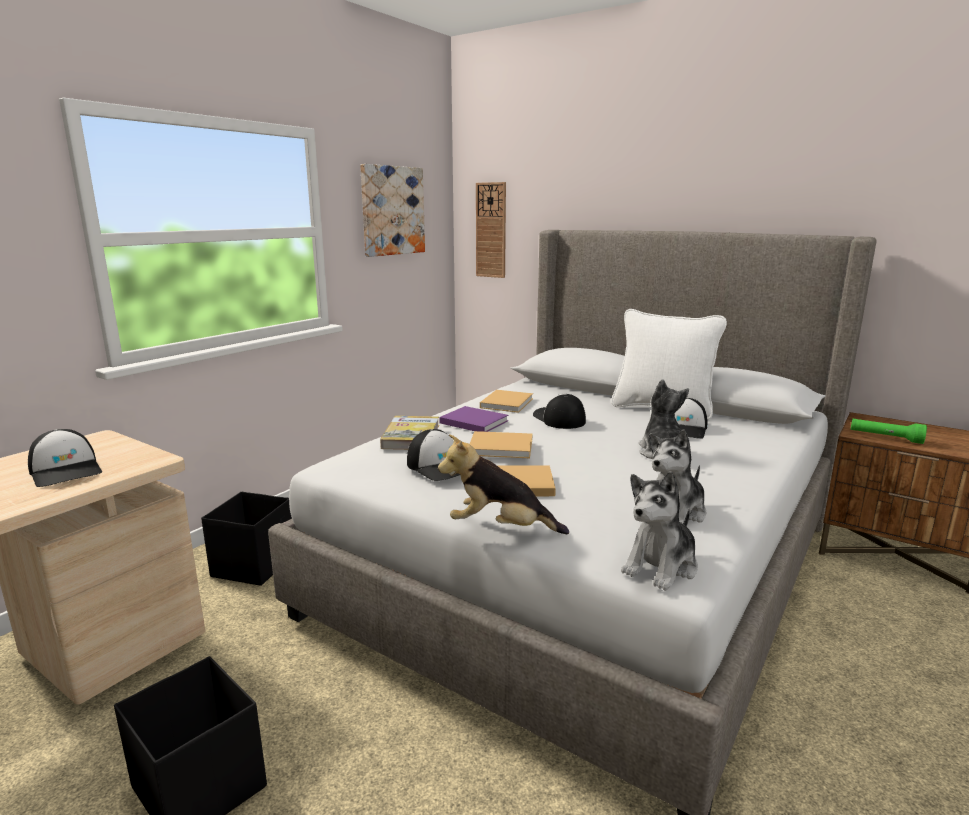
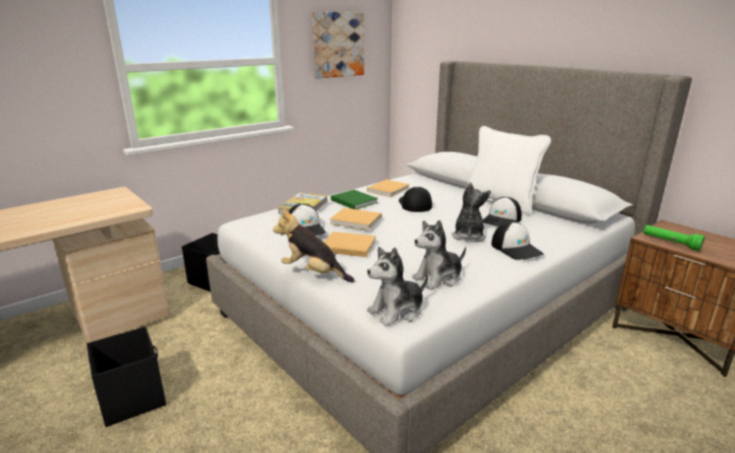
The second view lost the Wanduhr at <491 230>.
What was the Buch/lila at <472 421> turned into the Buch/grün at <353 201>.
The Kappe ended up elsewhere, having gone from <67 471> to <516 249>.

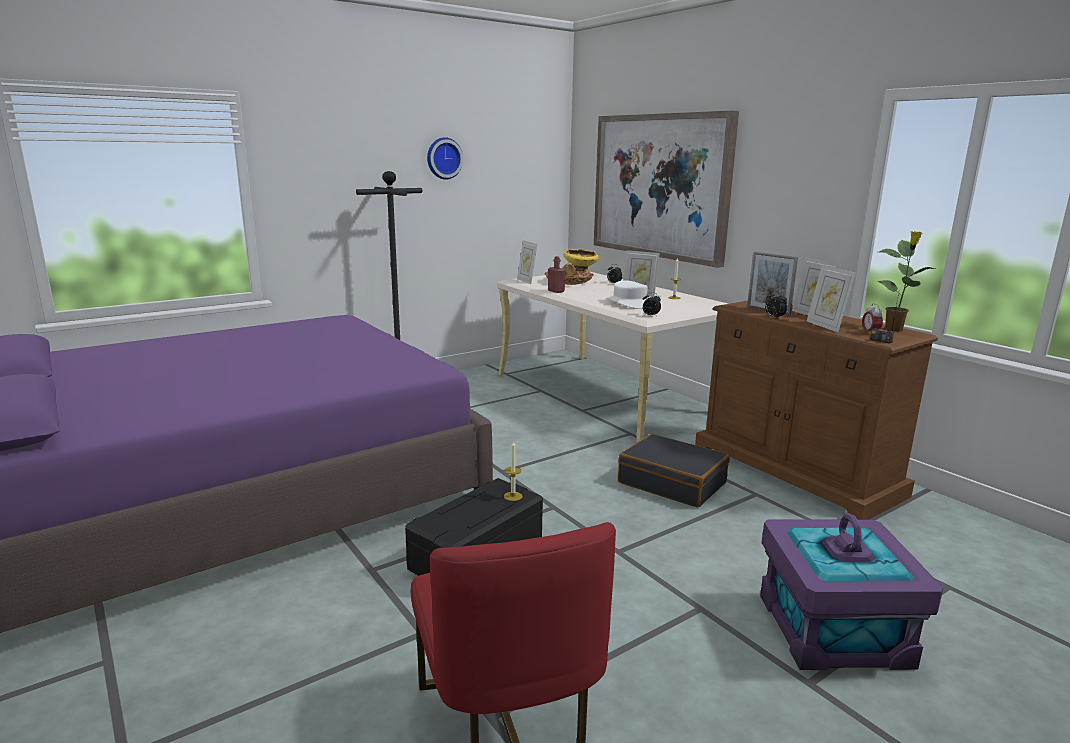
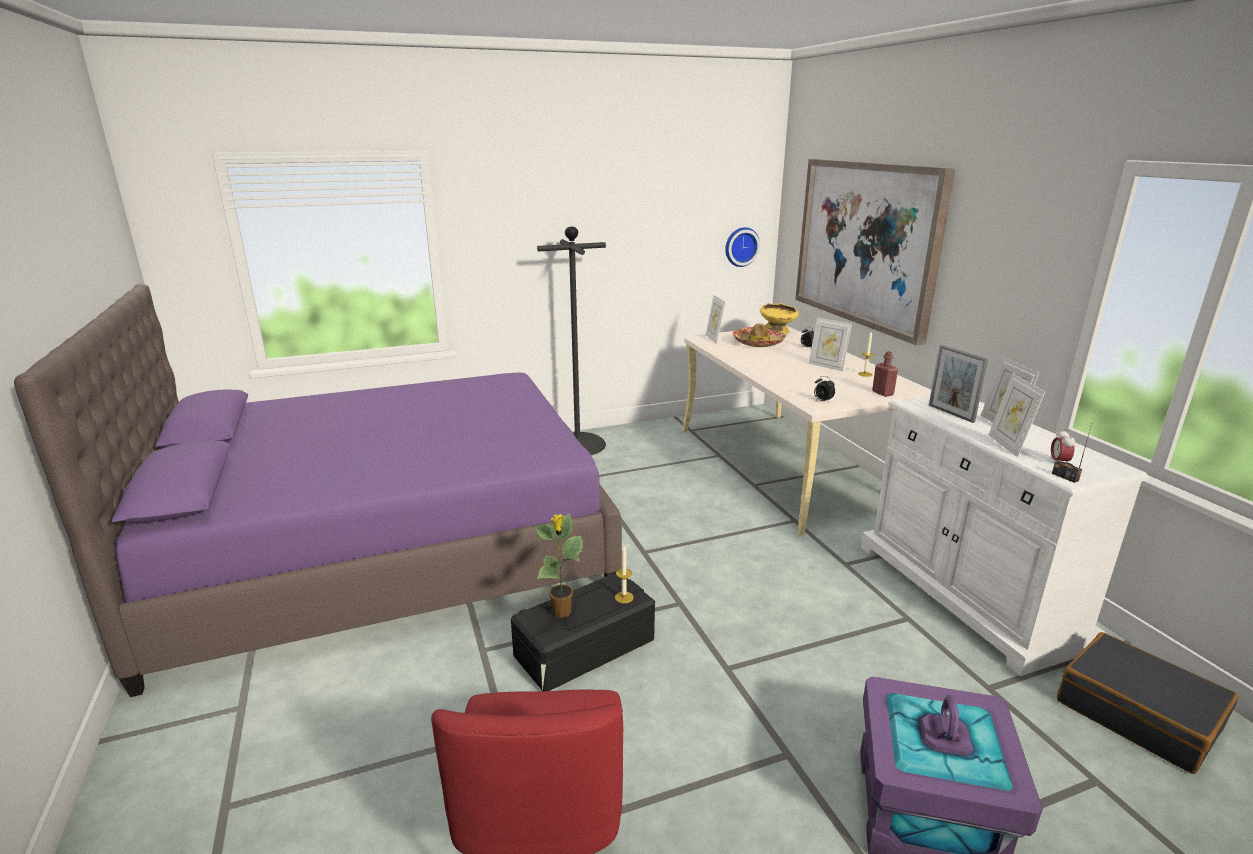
The Wanduhr ended up elsewhere, having gone from <443 158> to <741 246>.
The Topfpflanze ended up elsewhere, having gone from <894 330> to <562 612>.
The Flasche/rot ended up elsewhere, having gone from <556 291> to <882 393>.
The second view lost the Hut/weiß at <629 303>.
The second view lost the Wecker at <774 317>.
What was the Kommode/braun at <797 470> turned into the Kommode/weiß at <970 593>.
The Koffer/schwarz ended up elsewhere, having gone from <672 483> to <1138 714>.

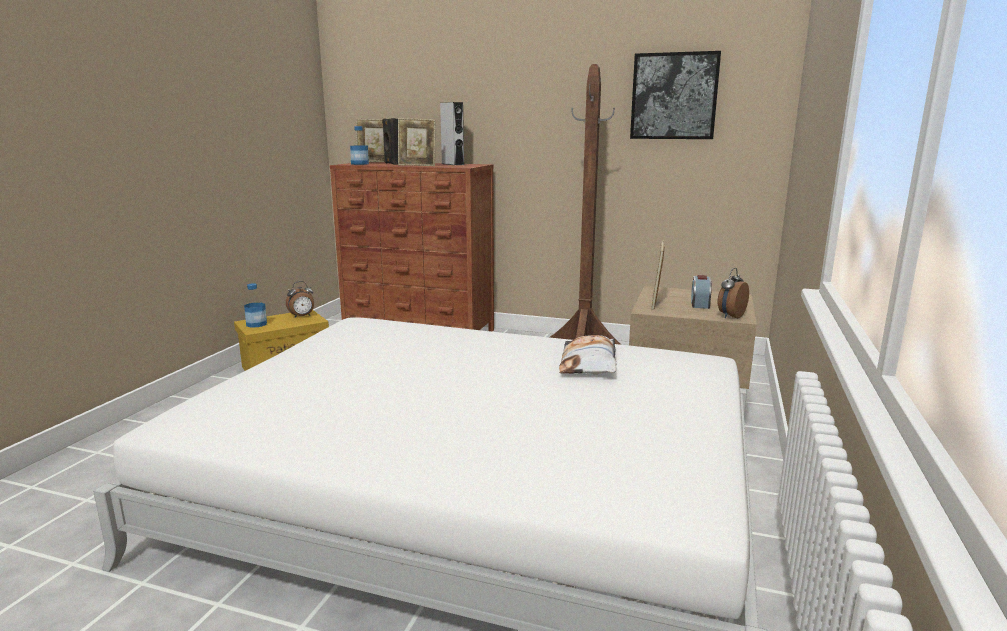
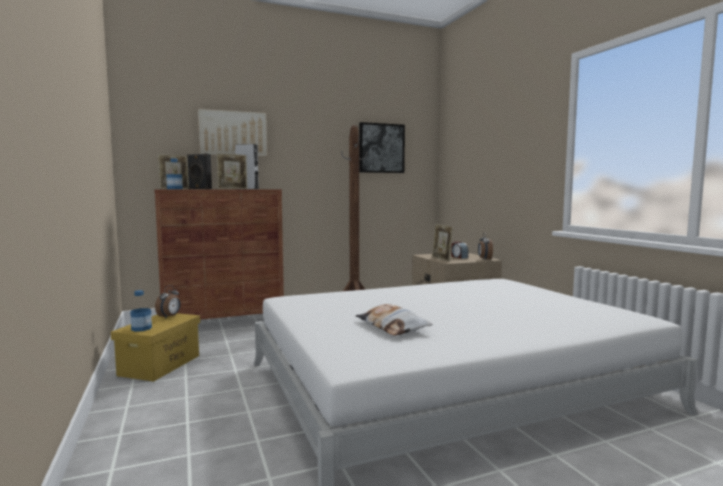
The Kissen ended up elsewhere, having gone from <589 363> to <392 326>.
The second view gained the Bild at <233 133>.

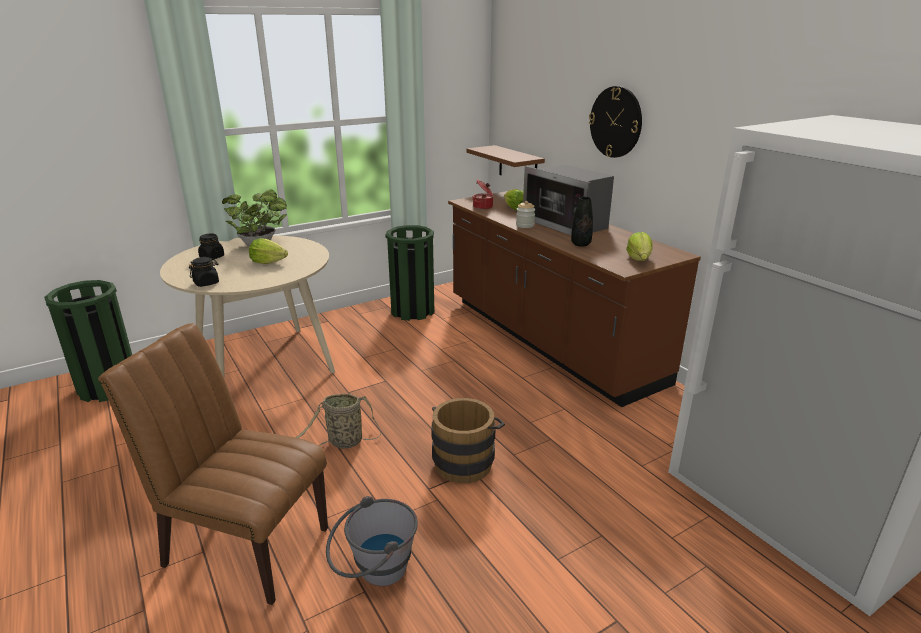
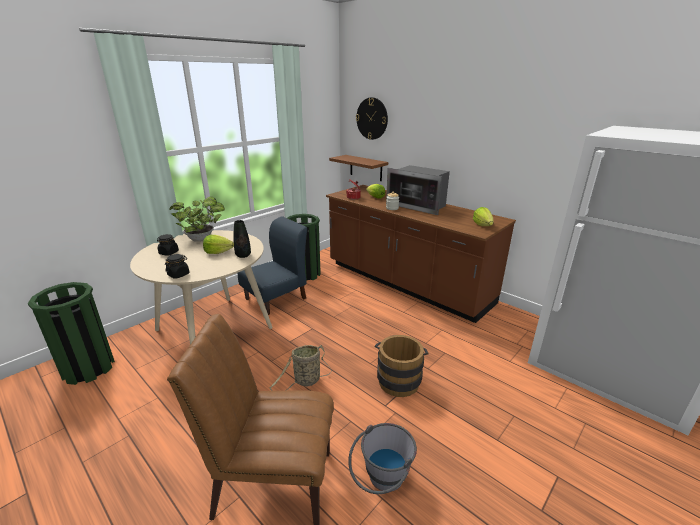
The Wanduhr ended up elsewhere, having gone from <615 122> to <372 118>.
The Vase/schwarz ended up elsewhere, having gone from <580 244> to <243 255>.
The second view gained the Stuhl/blau at <276 298>.

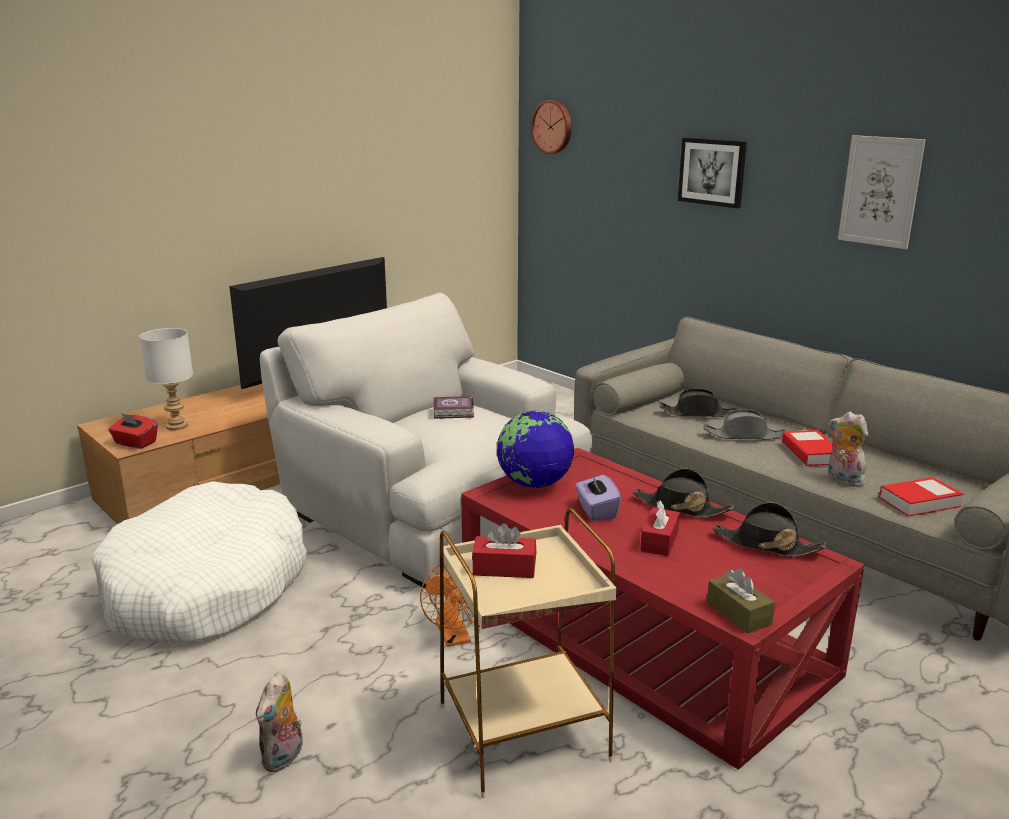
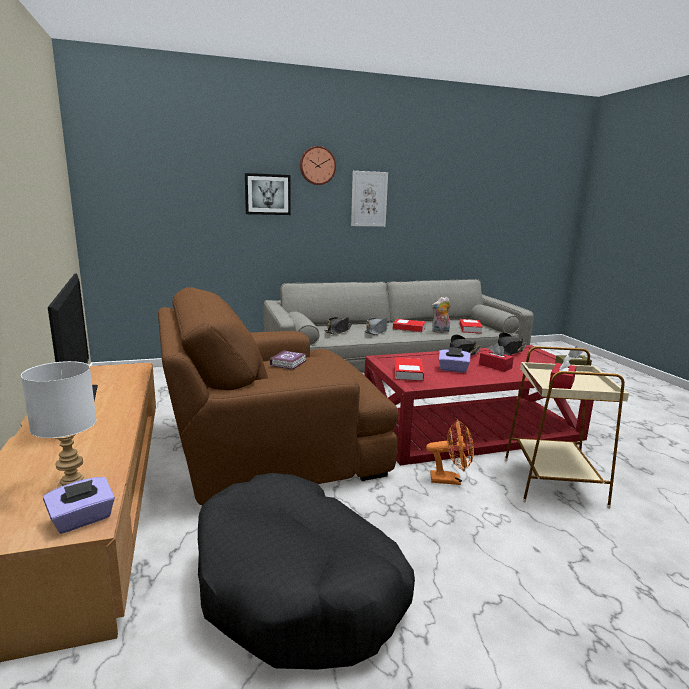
The Wanduhr ended up elsewhere, having gone from <553 127> to <317 165>.
What was the Sessel/weiß at <430 507> turned into the Sessel/braun at <270 449>.
Where the Globus stood at <534 484>, the Buch came to stand at <408 373>.
What was the Taschentuchbox/rot at <135 443> turned into the Taschentuchbox/lila at <82 519>.
What was the Hundebett/weiß at <206 587> turned into the Hundebett/schwarz at <298 585>.
The second view lost the Plüschtier at <284 758>.

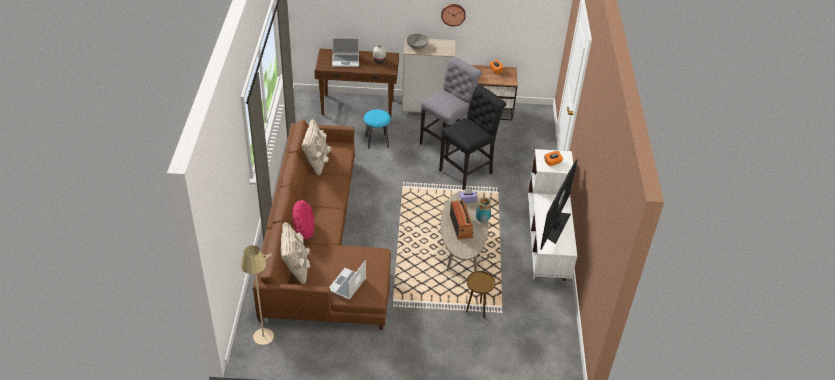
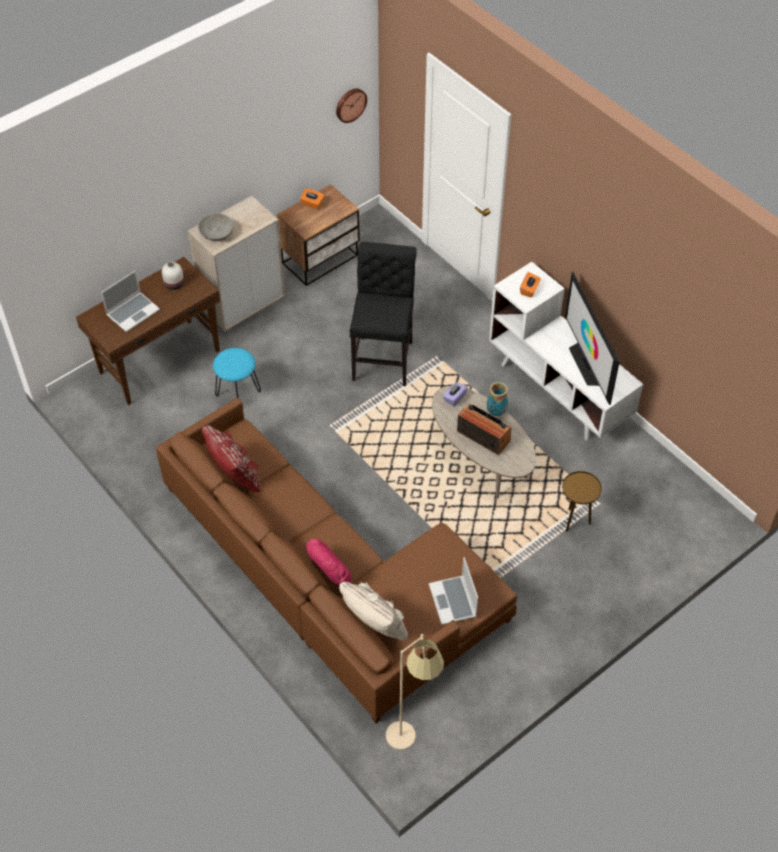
The Wanduhr ended up elsewhere, having gone from <453 14> to <350 104>.
The second view lost the Hocker/grau at <447 141>.
What was the Kissen/beige at <317 162> turned into the Kissen/rot at <236 475>.

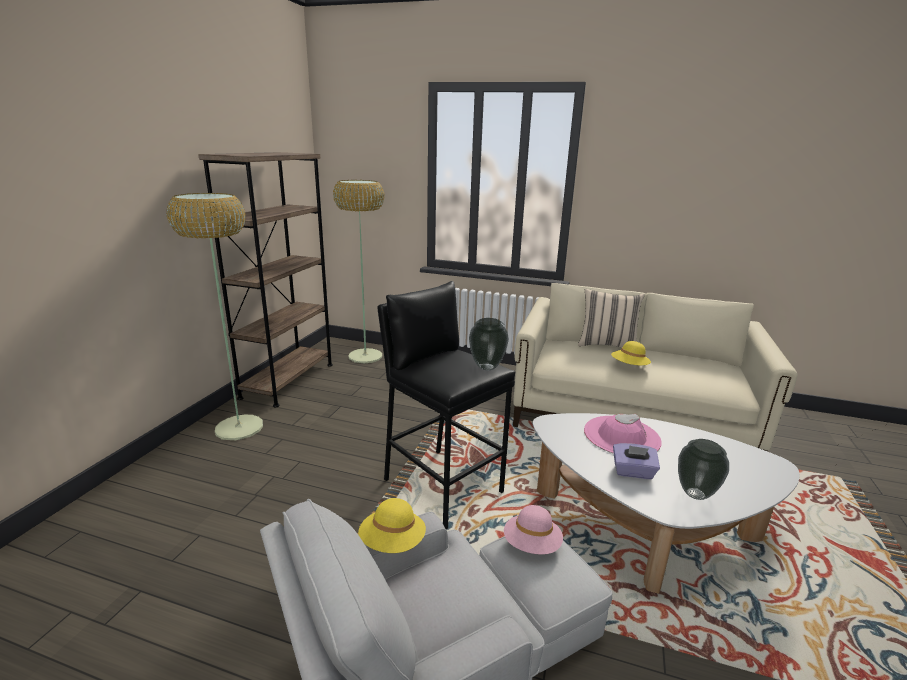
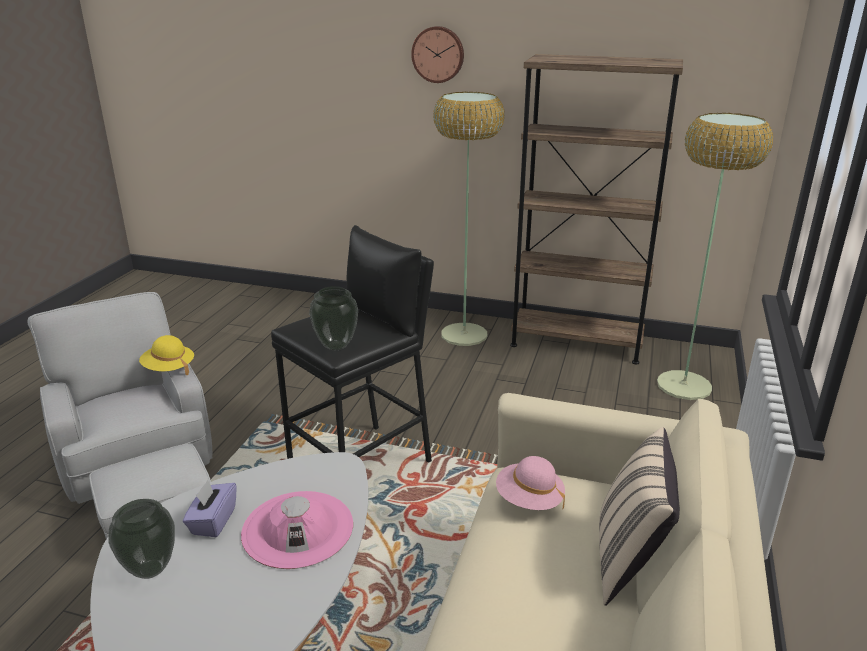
The second view lost the Hut/gelb at <629 366>.
The Hut/rosa ended up elsewhere, having gone from <532 545> to <529 500>.
The second view gained the Wanduhr at <438 54>.

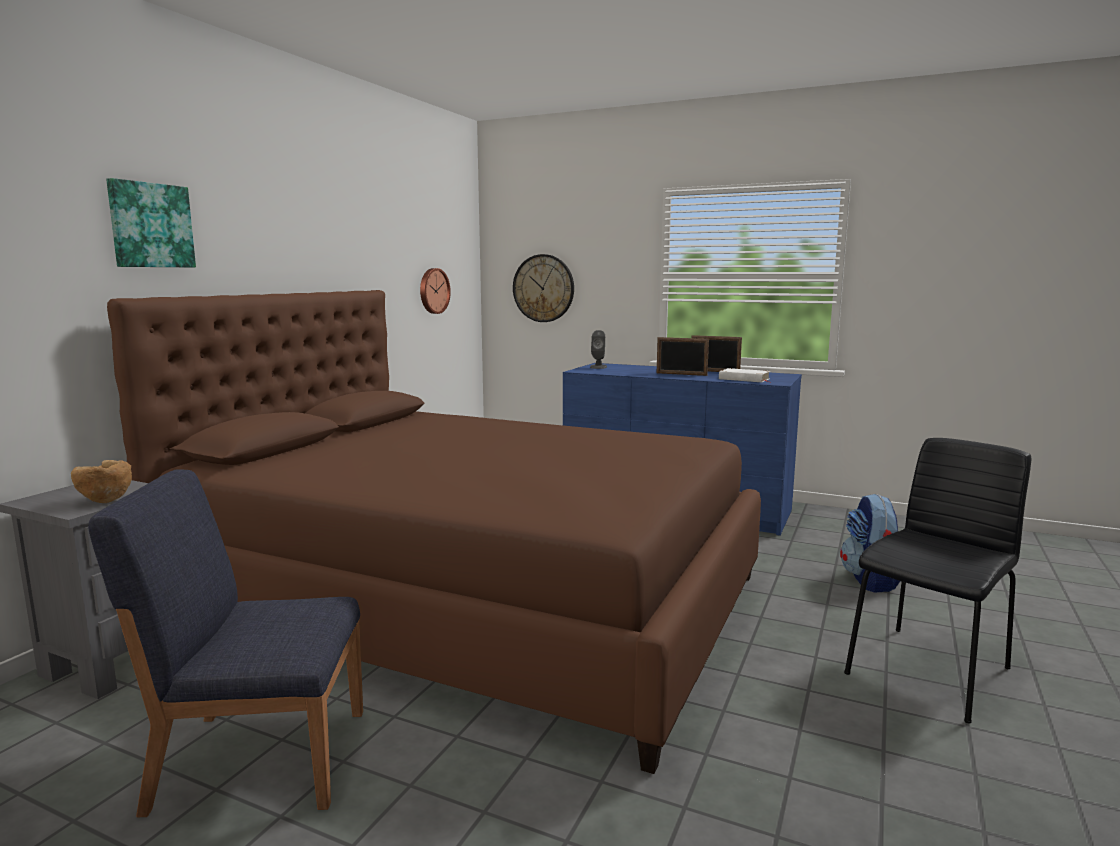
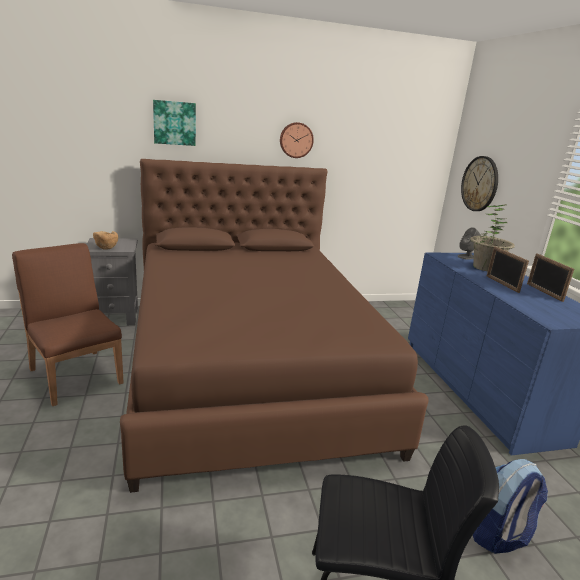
The Wanduhr ended up elsewhere, having gone from <433 291> to <296 140>.
The second view lost the Buch/weiß at <744 379>.
What was the Stuhl/blau at <258 758> turned into the Stuhl/braun at <76 375>.
The second view gained the Topfpflanze at <485 267>.

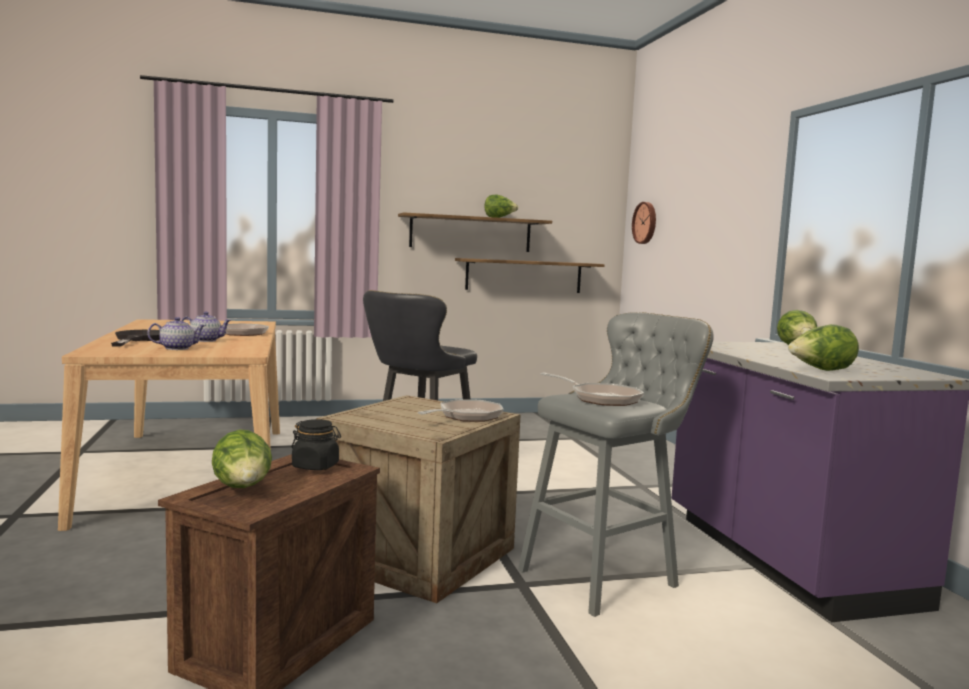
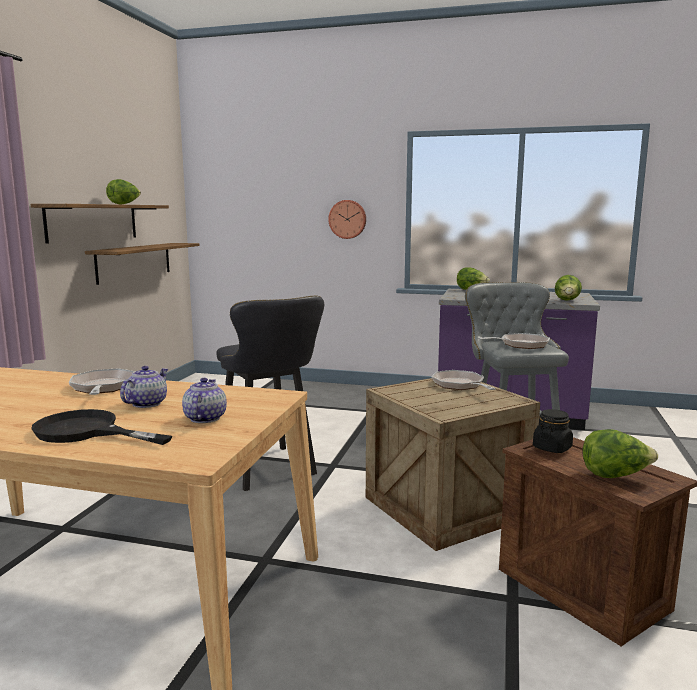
The Wanduhr ended up elsewhere, having gone from <645 223> to <347 219>.

